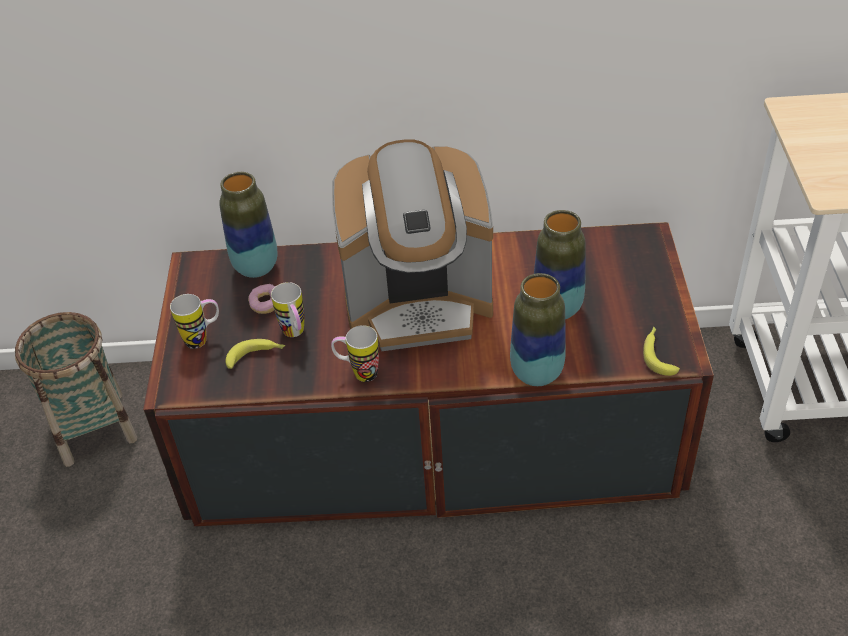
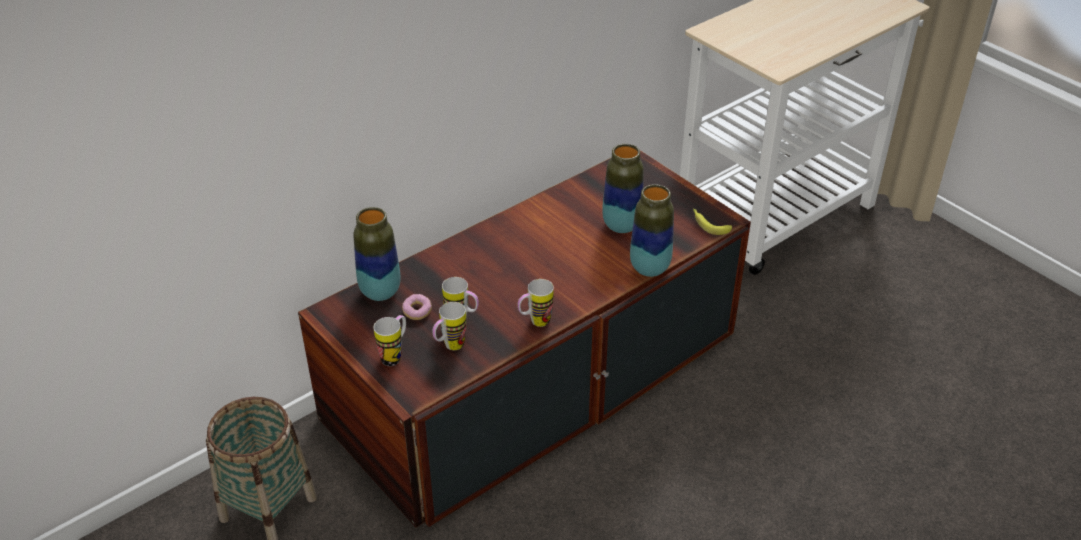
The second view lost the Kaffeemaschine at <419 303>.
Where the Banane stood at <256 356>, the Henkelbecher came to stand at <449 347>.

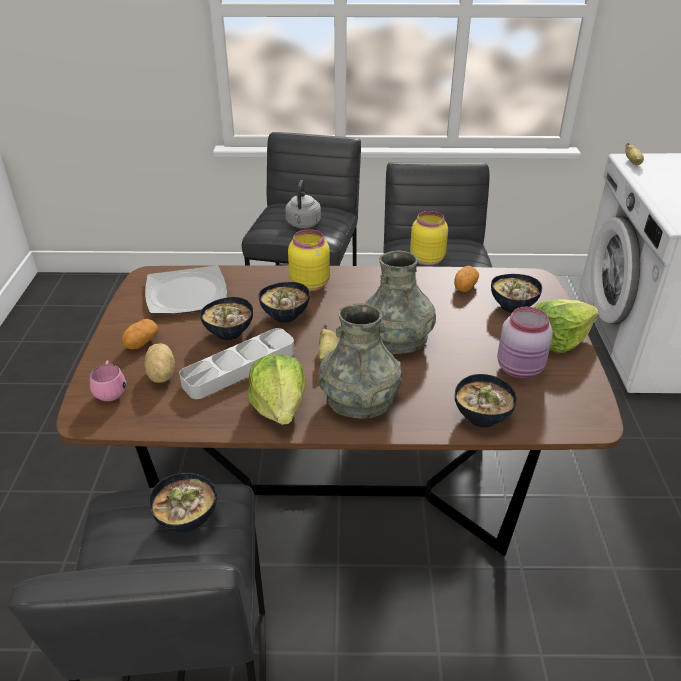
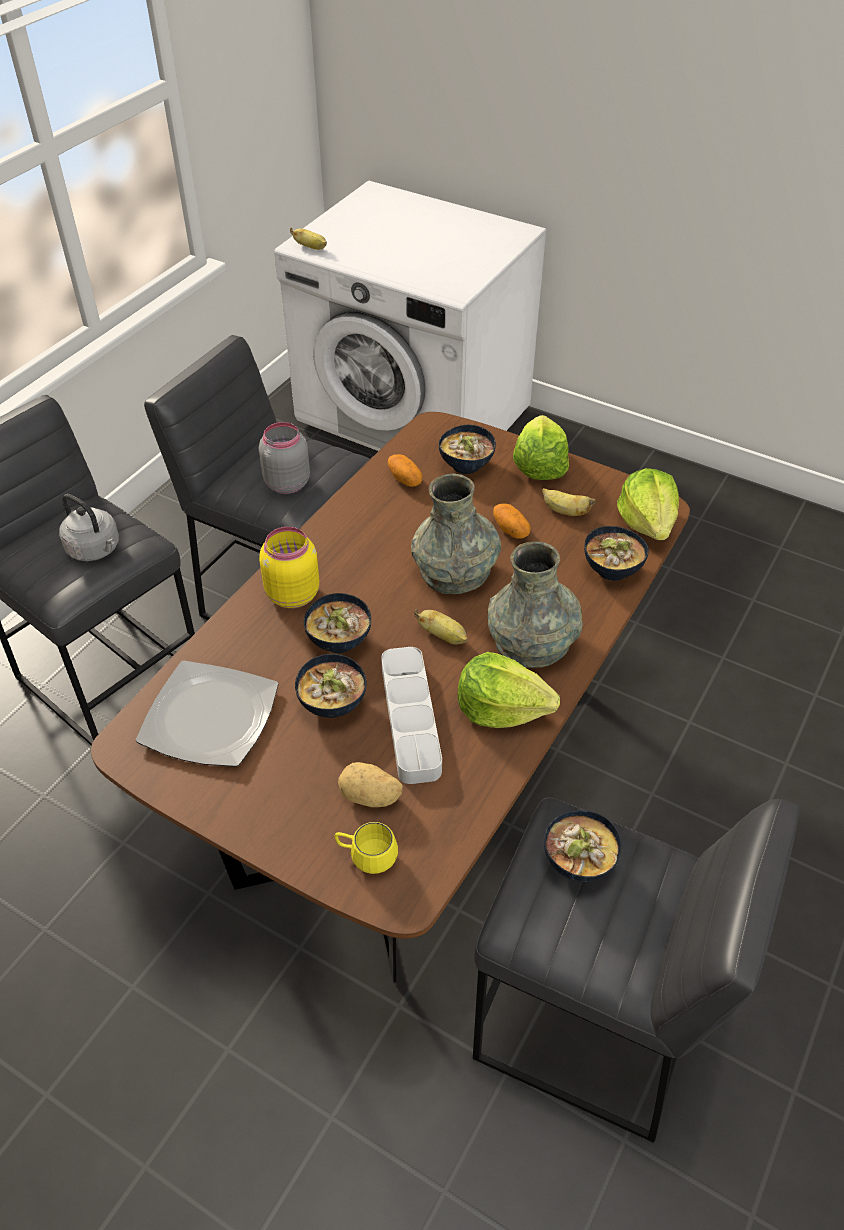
What was the Vorratsglas/gelb at <426 259> turned into the Vorratsglas/grau at <285 483>.
Where the Vorratsglas/rosa stood at <521 369>, the Banane came to stand at <565 511>.
The Kartoffel ended up elsewhere, having gone from <141 342> to <511 530>.
What was the Henkelbecher/rosa at <111 391> turned into the Henkelbecher/gelb at <366 857>.
The second view gained the Salatkopf at <647 522>.

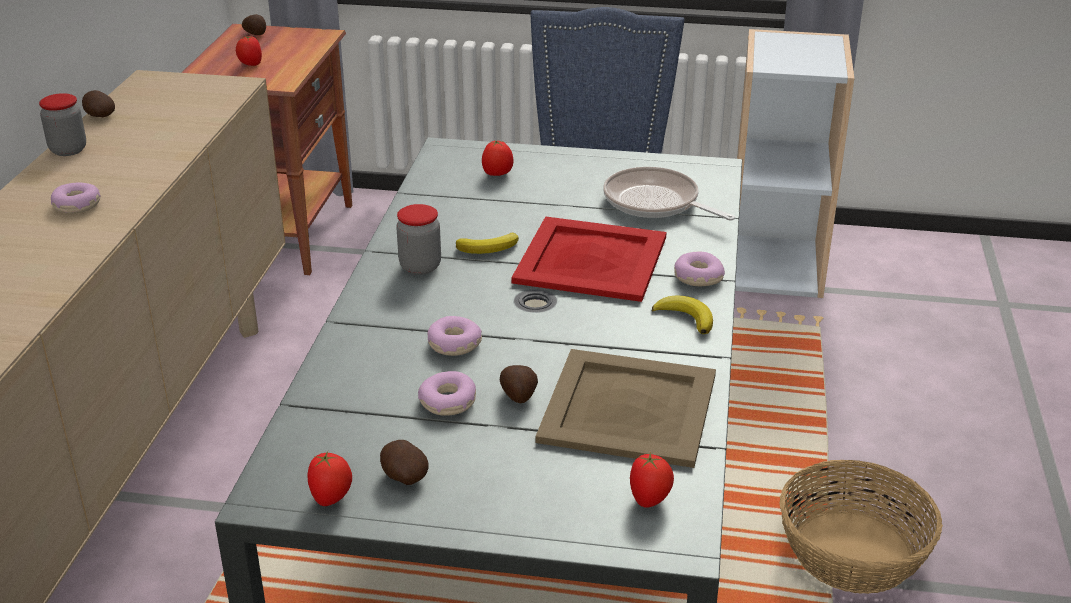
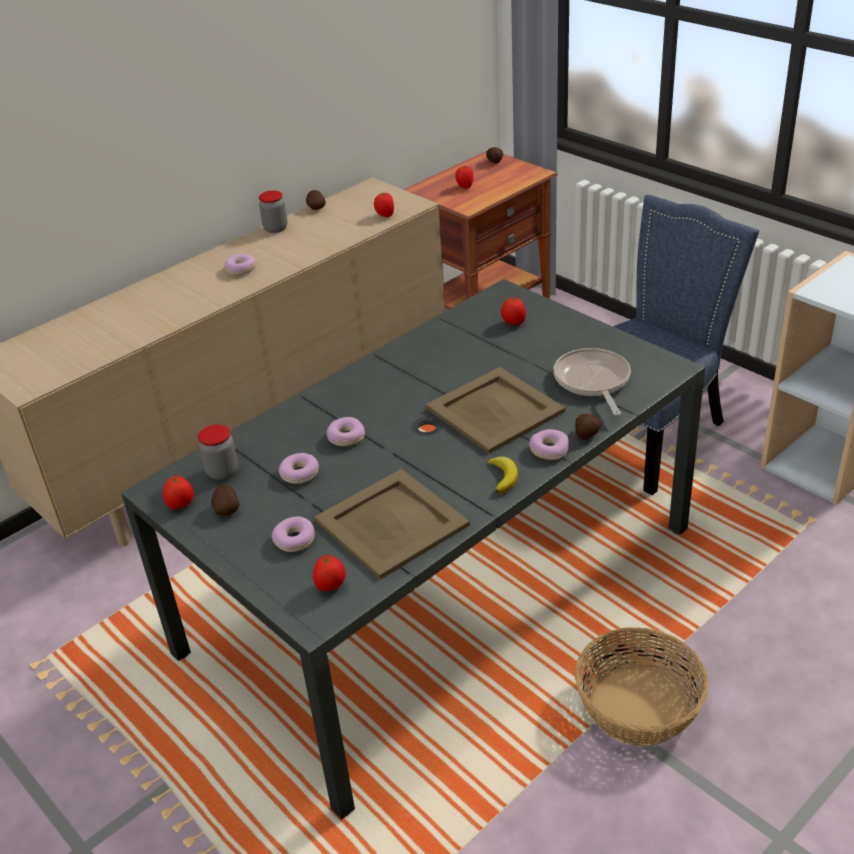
The Vorratsglas ended up elsewhere, having gone from <420 266> to <222 472>.
What was the Tablett/rot at <592 259> turned into the Tablett/beige at <496 410>.
The second view lost the Banane at <490 247>.
The Kartoffel ended up elsewhere, having gone from <518 396> to <586 435>.
The second view gained the Tomate at <385 215>.
The second view gained the Donut at <295 540>.

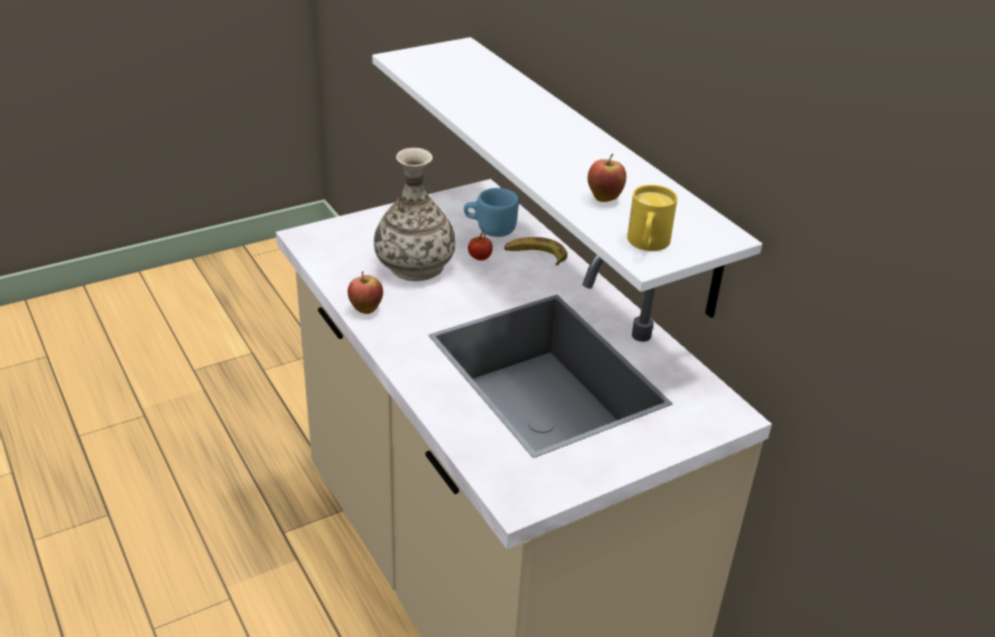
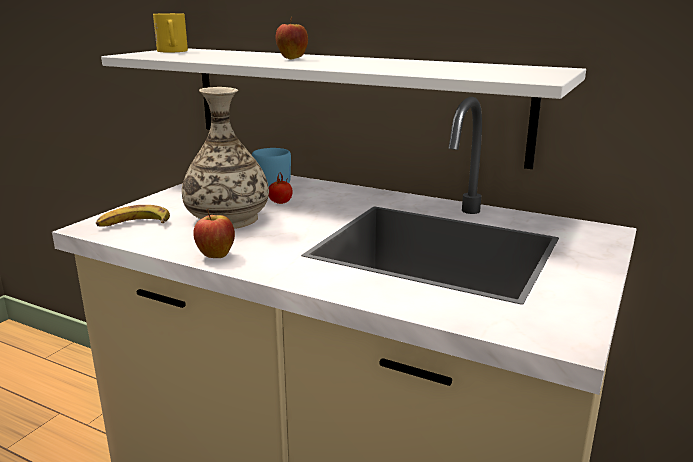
The Apfel ended up elsewhere, having gone from <604 198> to <292 59>.
The Henkelbecher/gelb ended up elsewhere, having gone from <647 245> to <172 51>.
The Banane ended up elsewhere, having gone from <535 256> to <134 224>.

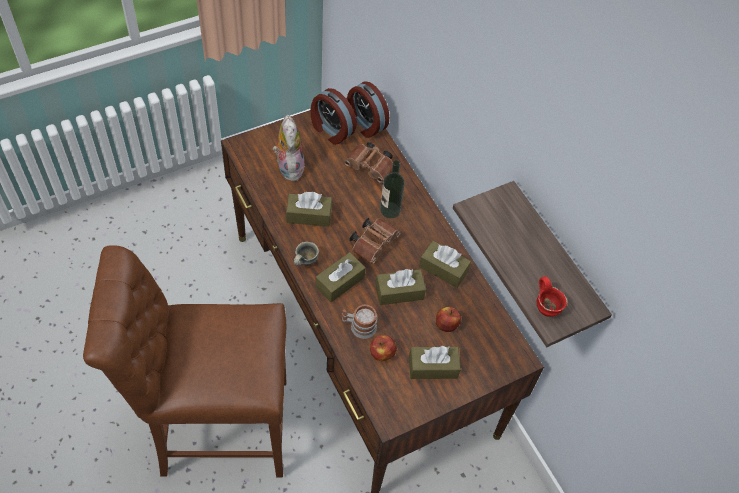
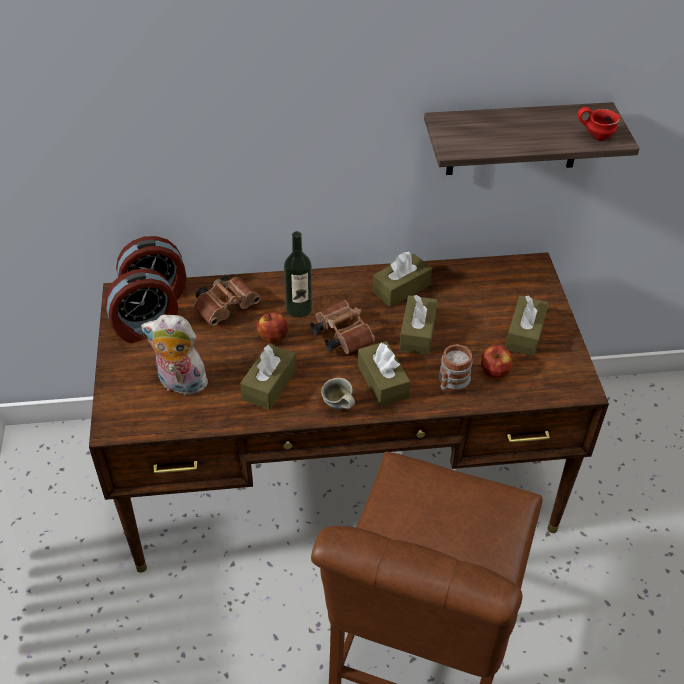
The Apfel ended up elsewhere, having gone from <446 325> to <272 338>.

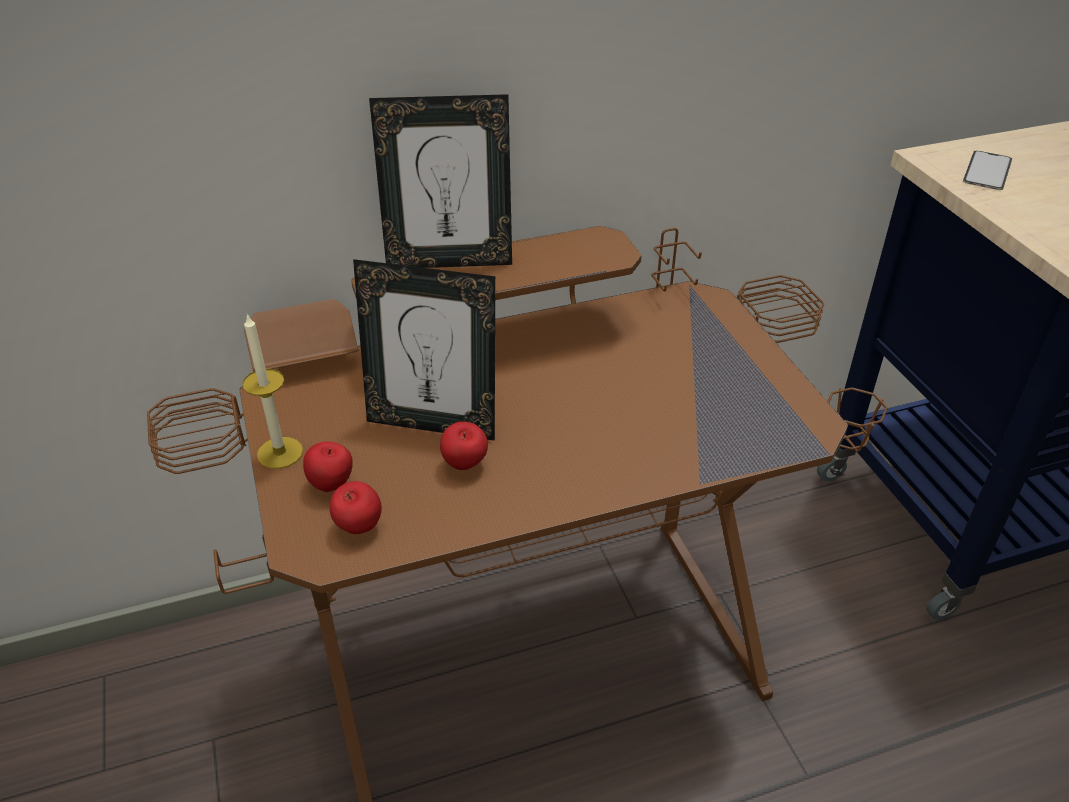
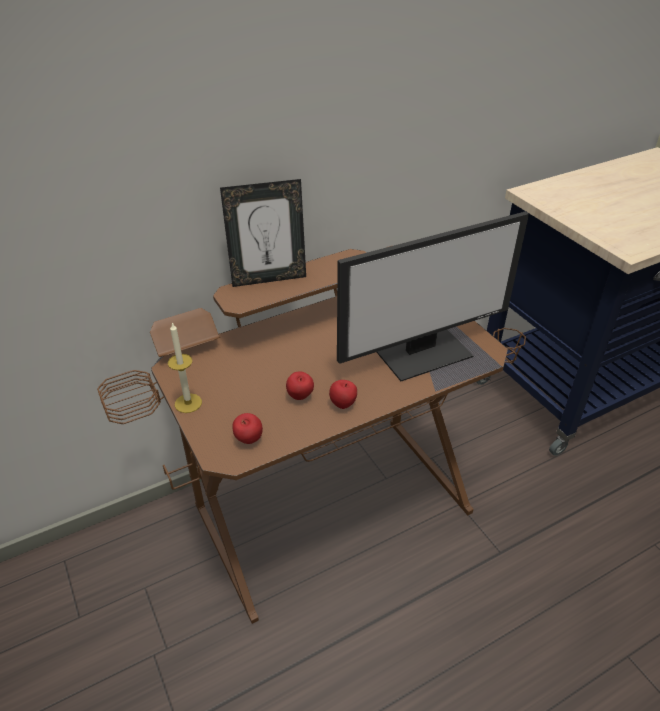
The second view lost the Handy at <987 171>.
The second view lost the Bilderrahmen at <433 423>.
The Apfel ended up elsewhere, having gone from <332 485> to <343 404>.
The second view gained the Monitor at <423 352>.

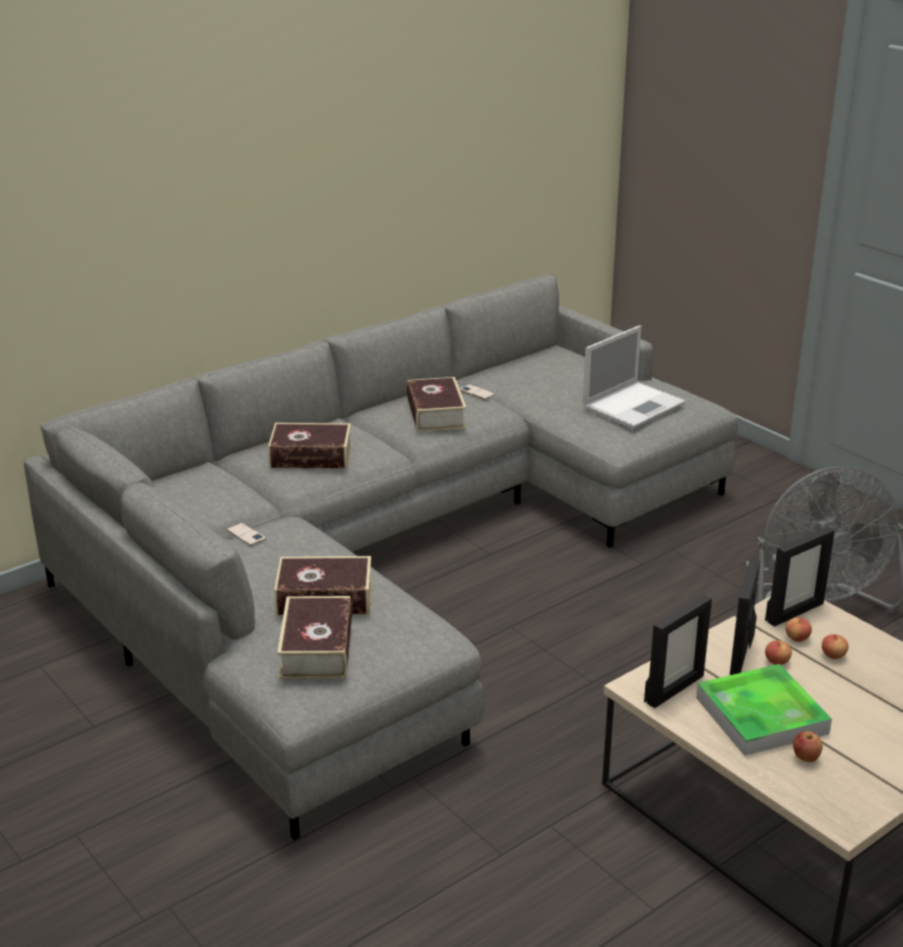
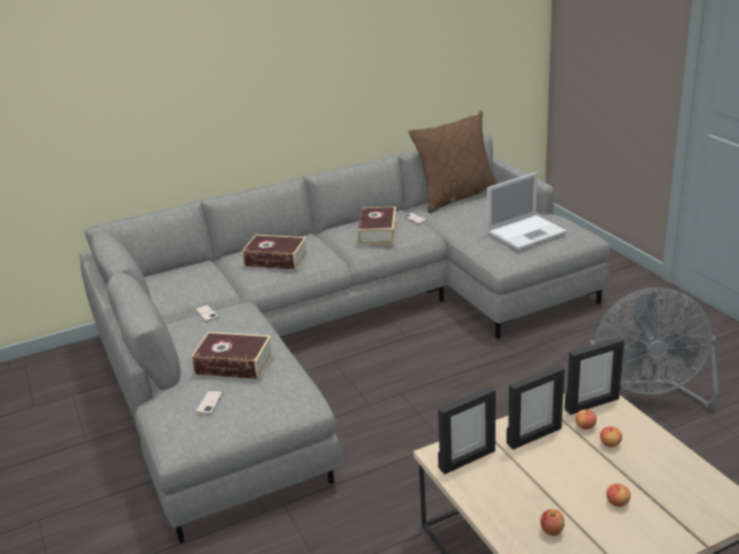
The Bilderrahmen at <742 654> ended up facing another way, 150 degrees counterclockwise from before.
Where the Buch stood at <317 648>, the Handy came to stand at <209 402>.
The Apfel ended up elsewhere, having gone from <777 661> to <617 502>.
The second view lost the Tablett at <761 715>.
The second view gained the Kissen/braun at <456 197>.

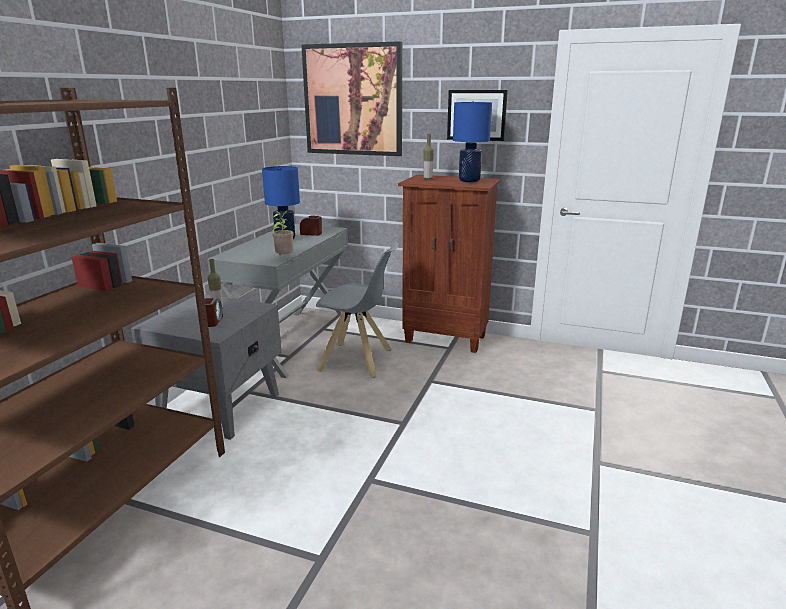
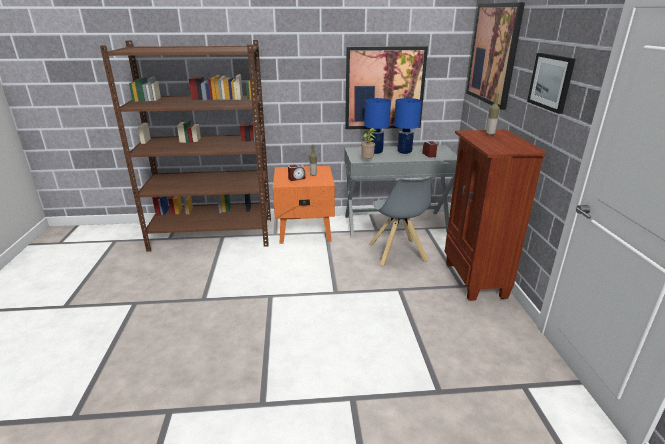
The Tischlampe/blau ended up elsewhere, having gone from <469 182> to <375 152>.
What was the Nachttisch/grau at <221 407> turned into the Nachttisch/orange at <305 230>.
The second view gained the Bild at <384 88>.

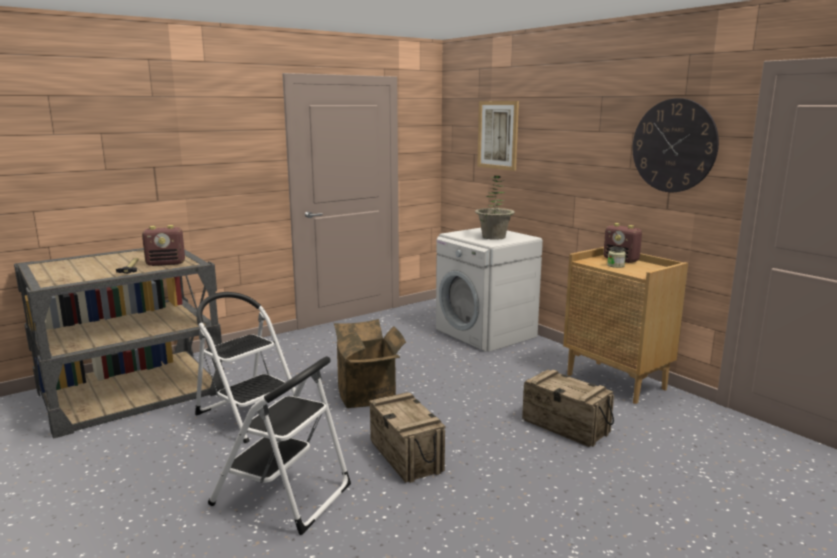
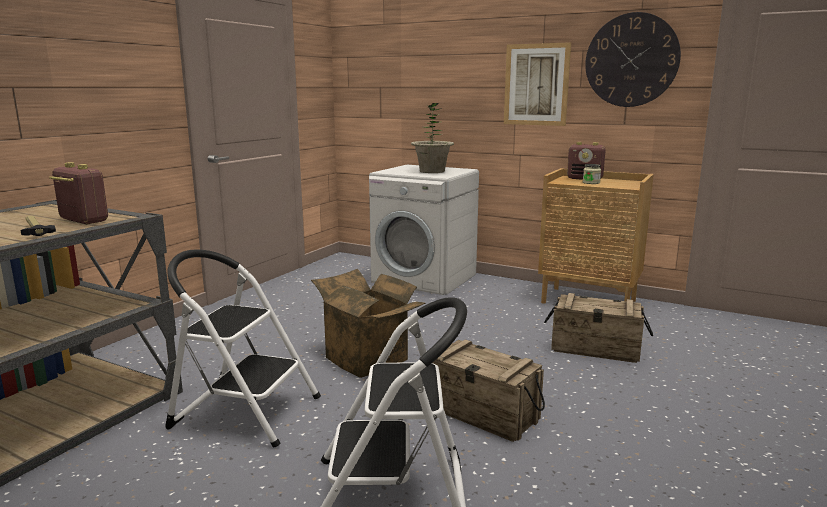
The Bild ended up elsewhere, having gone from <498 135> to <536 85>.
The Radio at <166 263> ended up facing another way, 105 degrees counterclockwise from before.

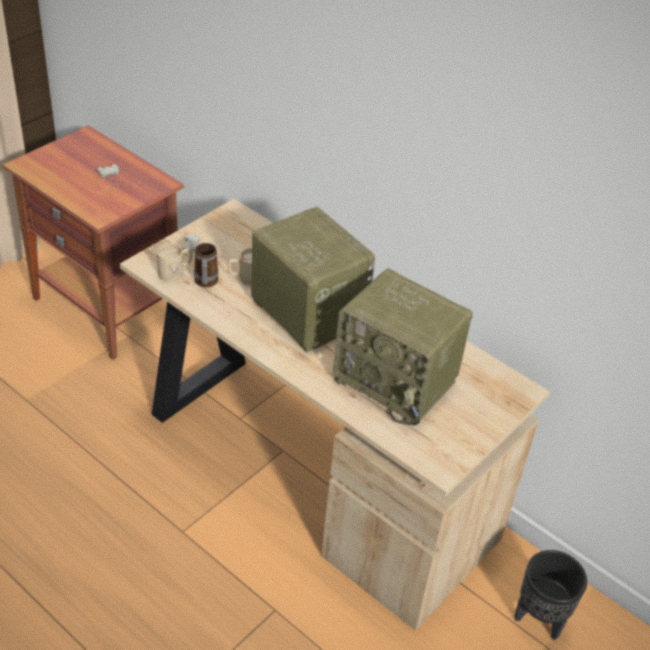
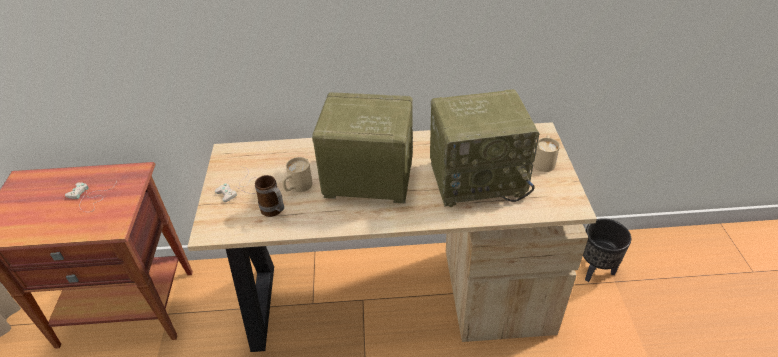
The Henkelbecher/beige ended up elsewhere, having gone from <176 272> to <544 161>.

